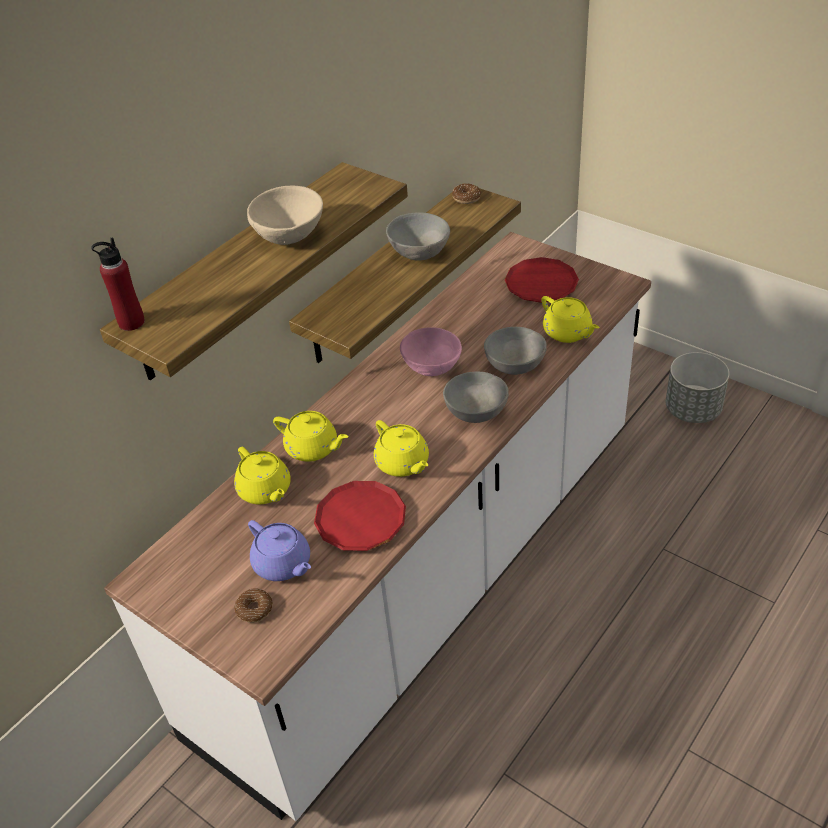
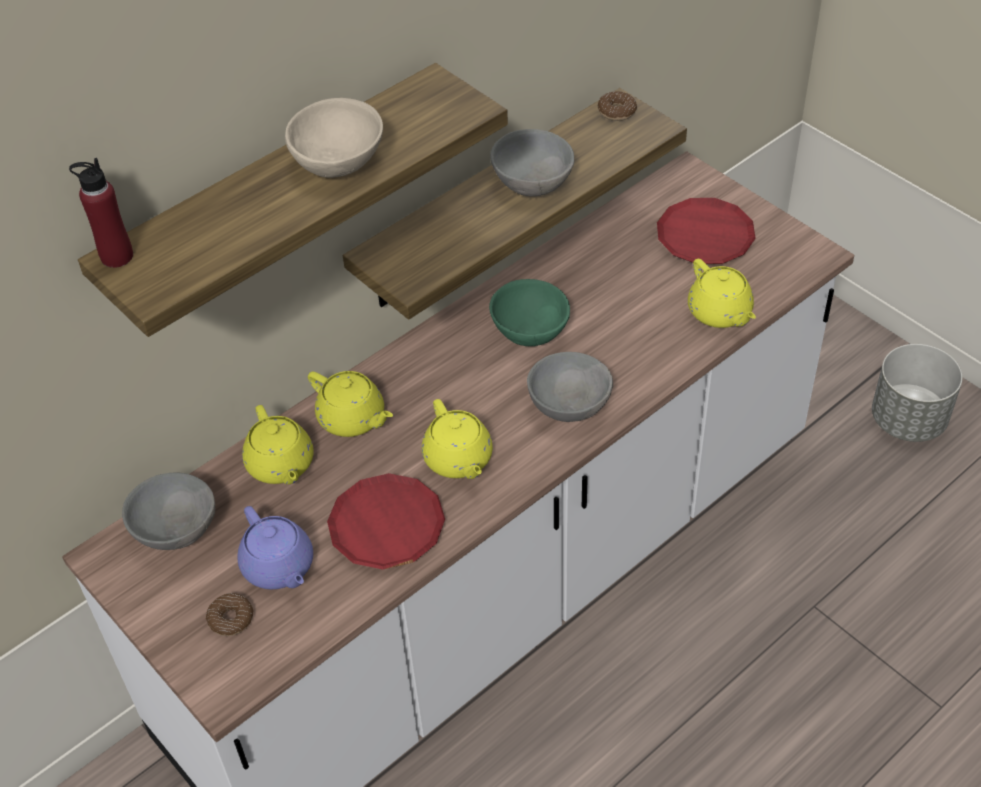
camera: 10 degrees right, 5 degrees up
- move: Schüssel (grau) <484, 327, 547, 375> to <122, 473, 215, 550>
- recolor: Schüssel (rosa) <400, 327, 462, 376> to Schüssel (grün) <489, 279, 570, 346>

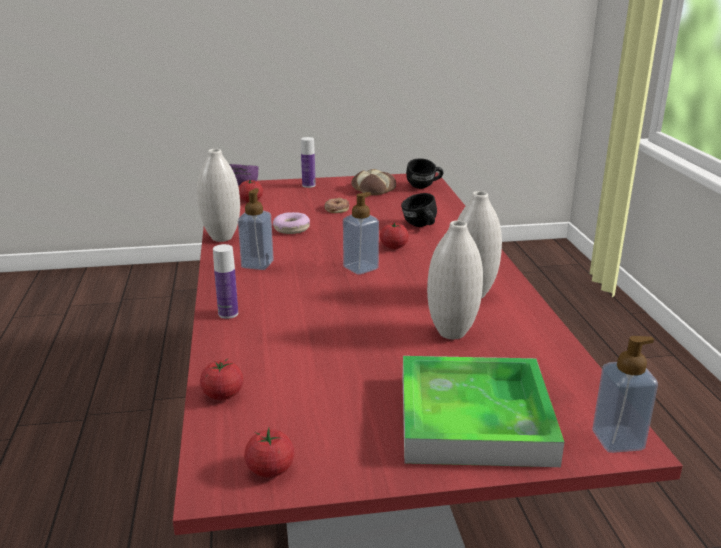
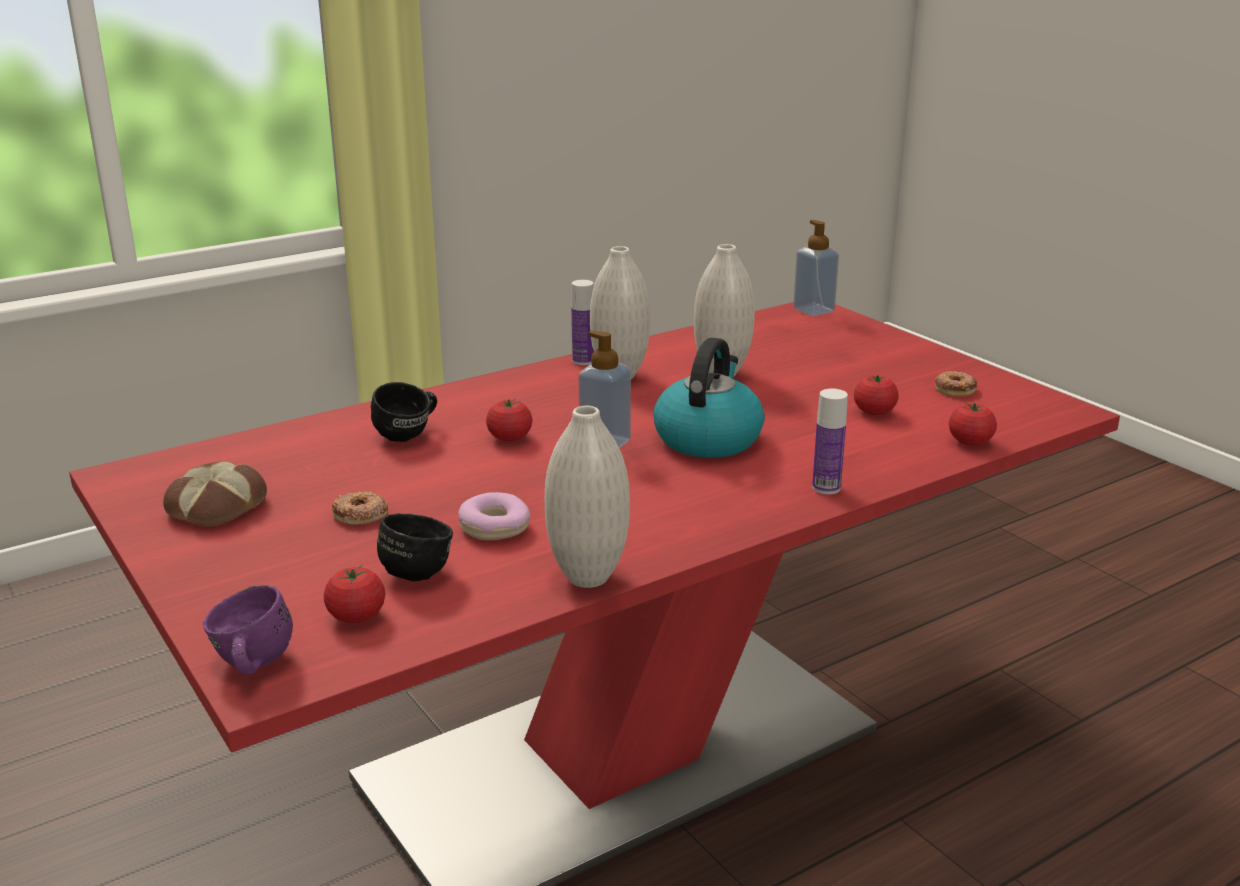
camera: 115 degrees left, 0 degrees up
- move: Henkelbecher (schwarz) <406, 158, 443, 189> to <377, 513, 453, 581>
- move: Flasche <301, 137, 316, 188> to <571, 280, 594, 365>
- insert: Wasserkessel <653, 338, 765, 458>
- move: Tomate <244, 428, 294, 477> to <854, 375, 899, 415>
- insert: Donut <935, 371, 977, 397>
- delete: Seifenspender <238, 188, 274, 270>
- delete: Tablett <403, 356, 564, 467>

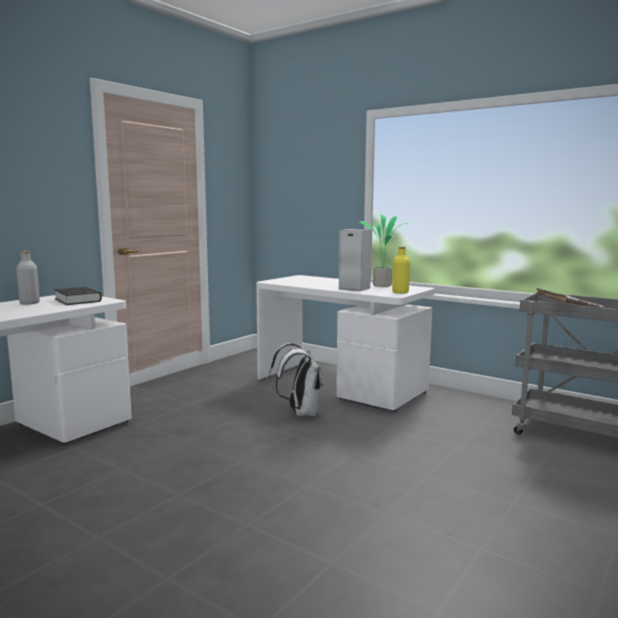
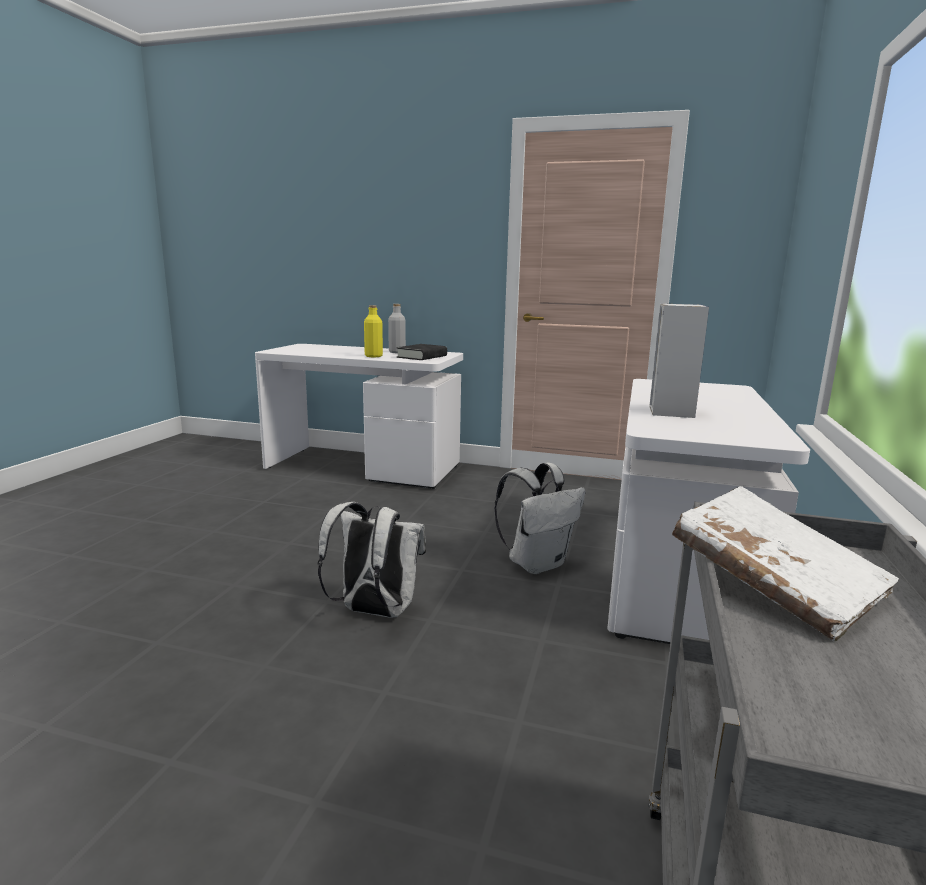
camera: 70 degrees right, 5 degrees up
- insert: Rucksack (weiß) <318, 502, 426, 618>
- move: Flasche (gelb) <392, 247, 410, 294> to <364, 305, 383, 357>
- delete: Topfpflanze <359, 214, 410, 287>

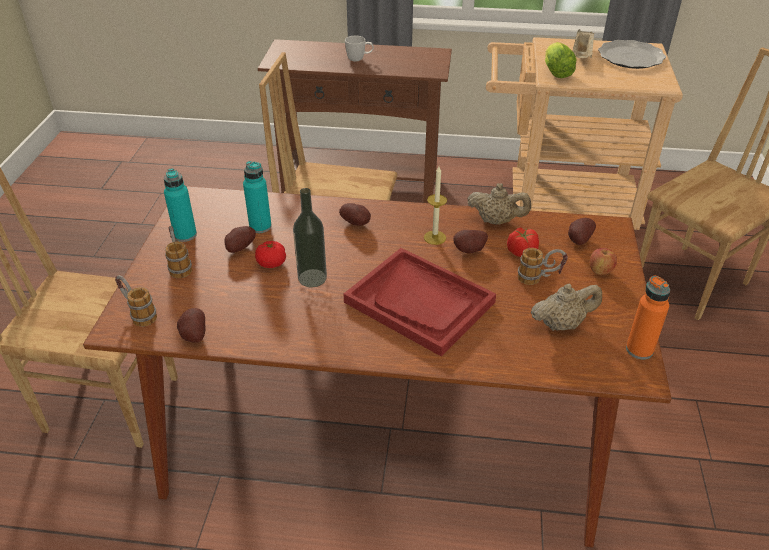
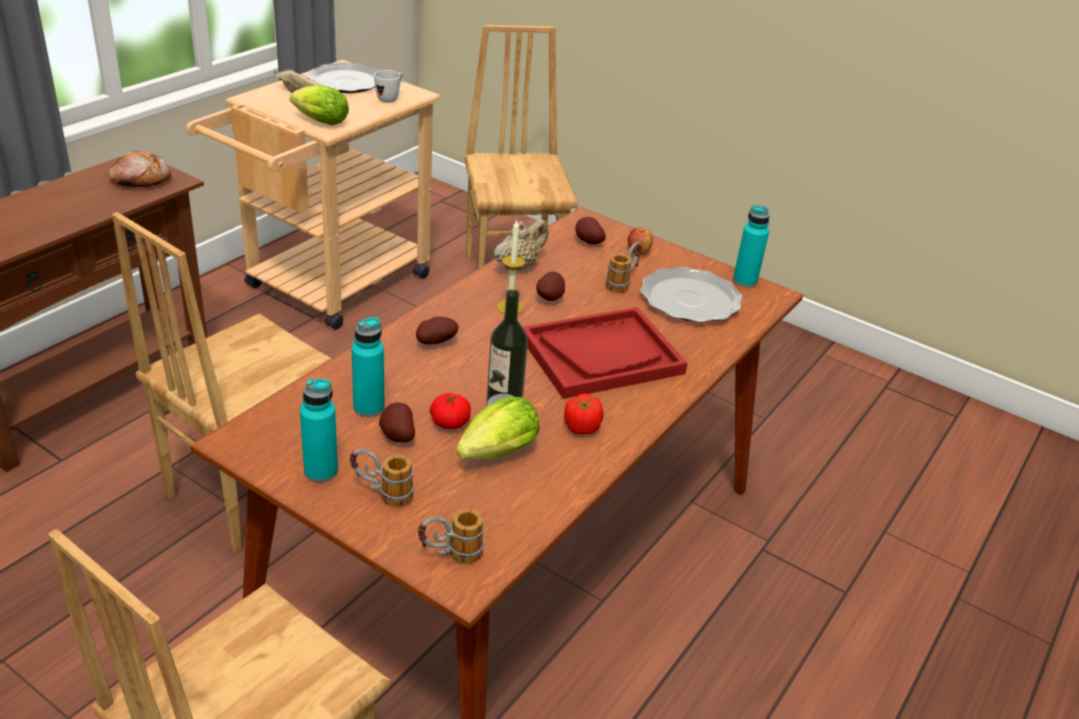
camera: 65 degrees left, 5 degrees down
- insert: Brot <108, 151, 171, 187>
- move: Henkelbecher (weiß) <345, 36, 374, 61> to <374, 70, 404, 103>
- insert: Salatkopf <456, 397, 540, 460>
- move: Tomate <507, 227, 539, 257> to <564, 394, 604, 435>
- replace: Teekanne (beige) <531, 284, 602, 331> to Teller <640, 267, 743, 323>
- recolor: Flasche (orange) <626, 276, 670, 359> to Flasche (türkis) <733, 206, 769, 287>
- delete: Kartoffel <177, 308, 205, 343>

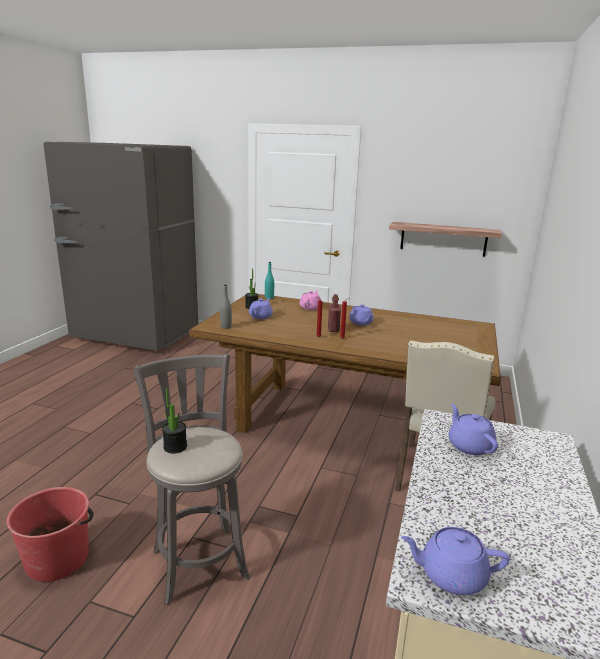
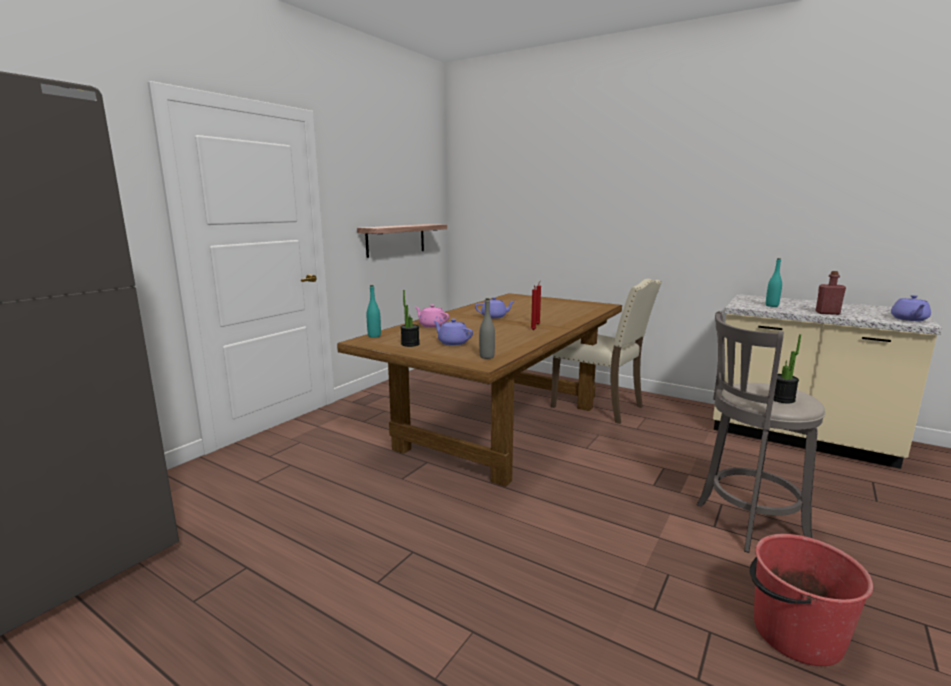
camera: 75 degrees left, 5 degrees down
- replace: Teekanne (lila) <448, 404, 498, 455> to Flasche (türkis) <766, 258, 782, 307>
- move: Flasche (rot) <328, 294, 341, 332> to <815, 271, 846, 315>

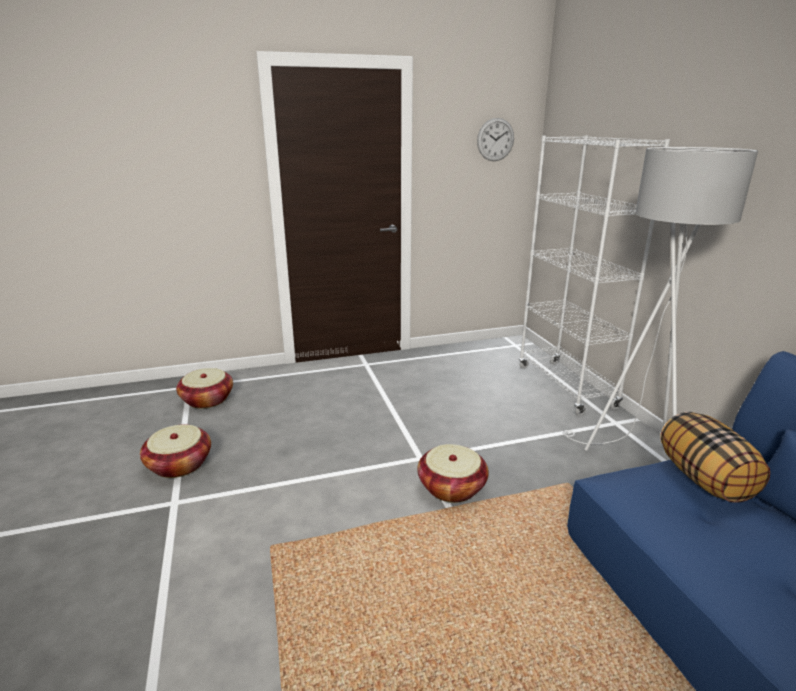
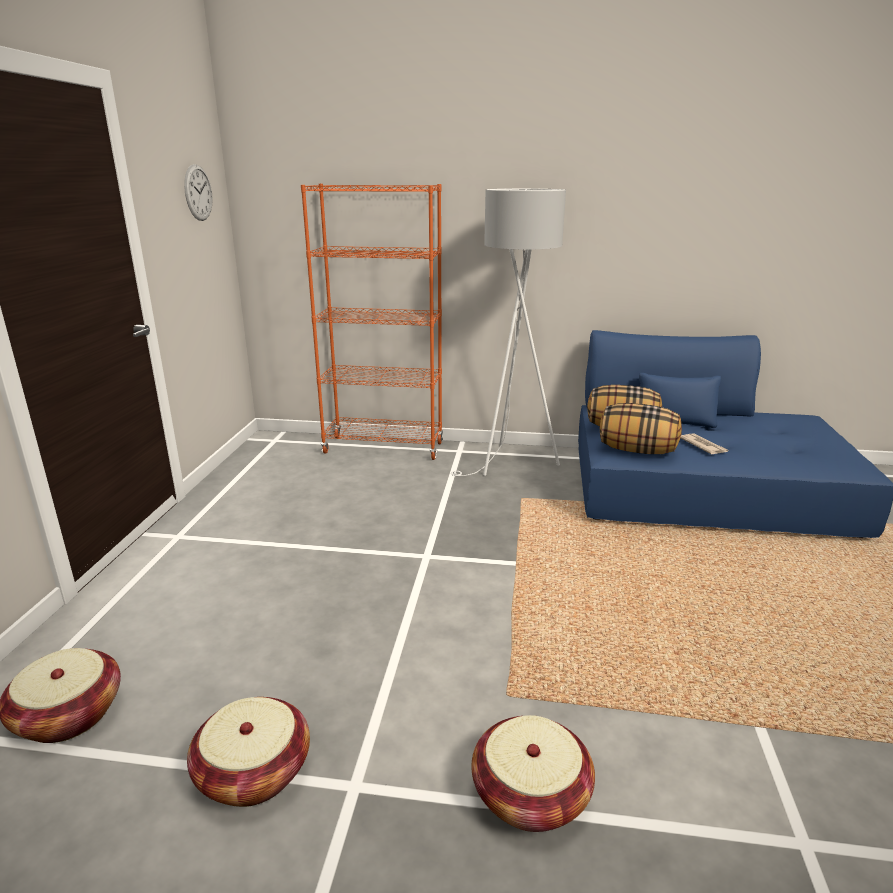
camera: 65 degrees left, 0 degrees up
- recolor: Bücherregal (weiß) <519, 135, 670, 416> to Bücherregal (orange) <301, 184, 443, 460>
- move: Korb <417, 444, 489, 503> to <471, 715, 595, 832>
- insert: Kissen <600, 403, 682, 454>
- insert: Zeitung <680, 433, 728, 454>

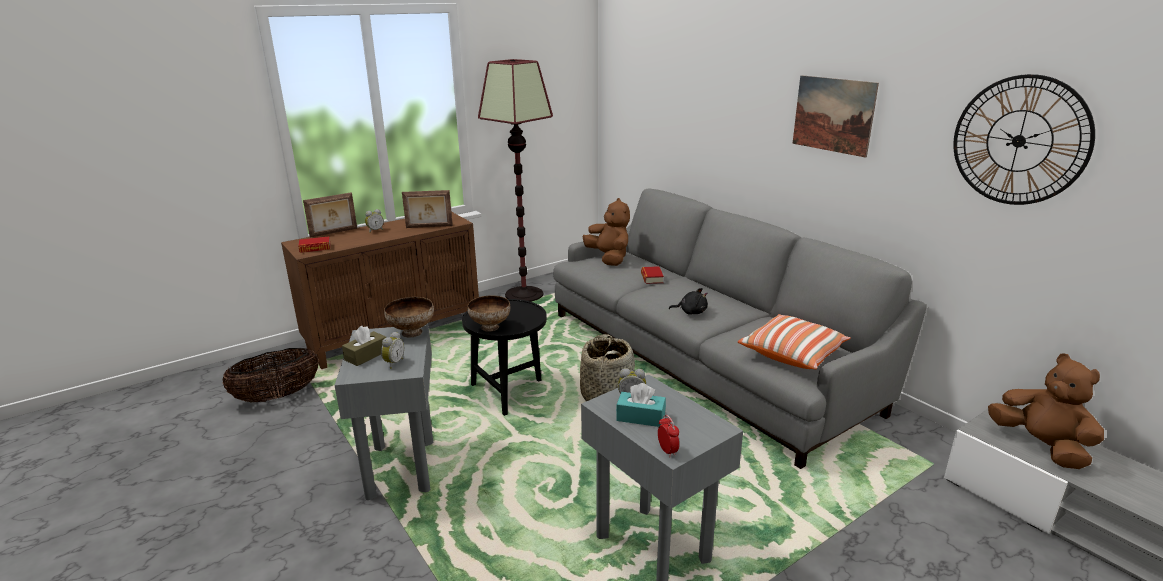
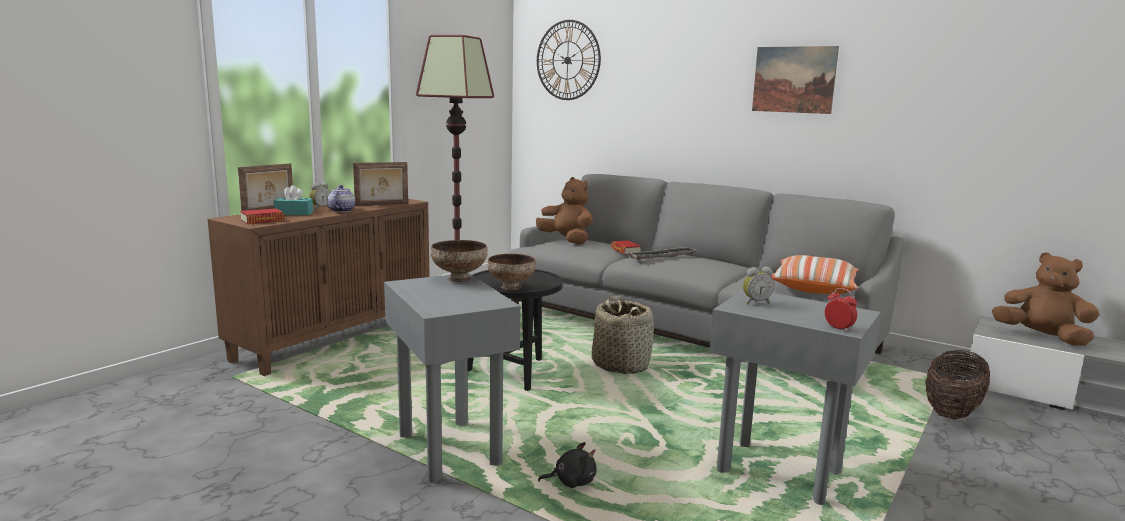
camera: 20 degrees left, 10 degrees down
- move: Taschentuchbox (türkis) <616, 383, 666, 427> to <274, 185, 313, 215>
- insert: Teekanne <327, 185, 355, 212>
- move: Wanduhr <953, 74, 1095, 205> to <537, 20, 601, 100>
- move: Plüschtier (schwarz) <669, 288, 708, 314> to <538, 442, 597, 488>
- insert: Tablett <629, 247, 696, 260>
- move: Korb <223, 348, 319, 402> to <925, 350, 990, 420>
- delete: Taschentuchbox (braun) <342, 326, 386, 366>
- delete: Wecker <381, 331, 404, 369>

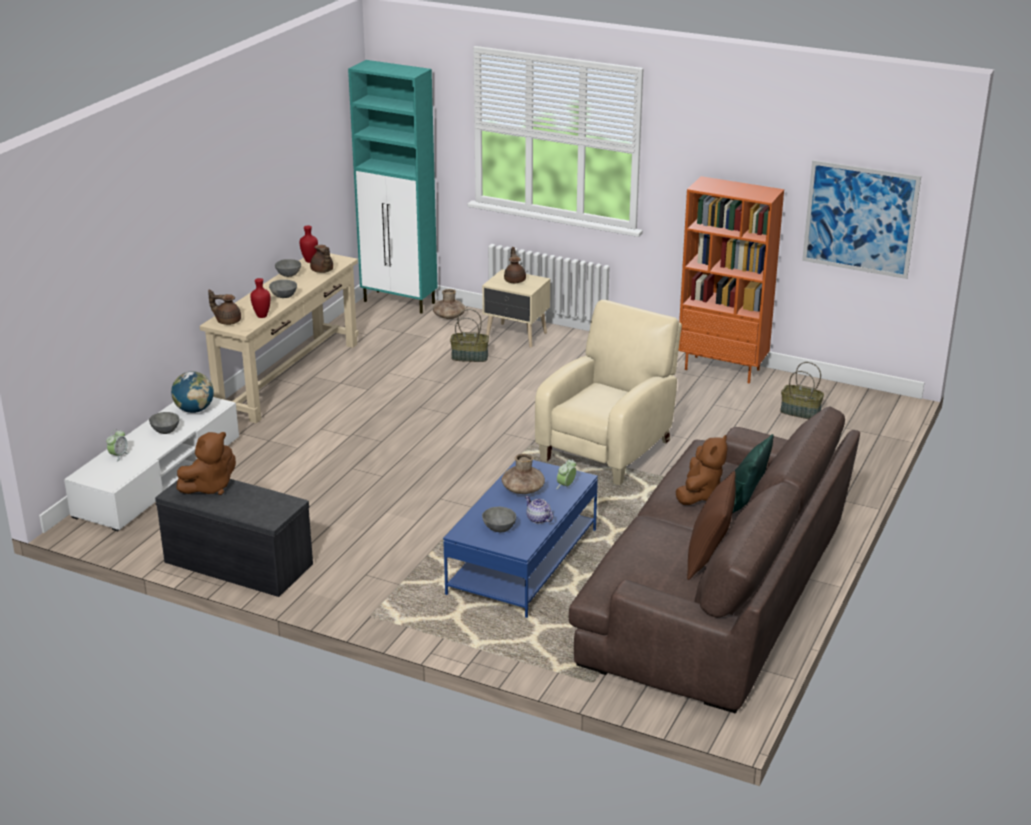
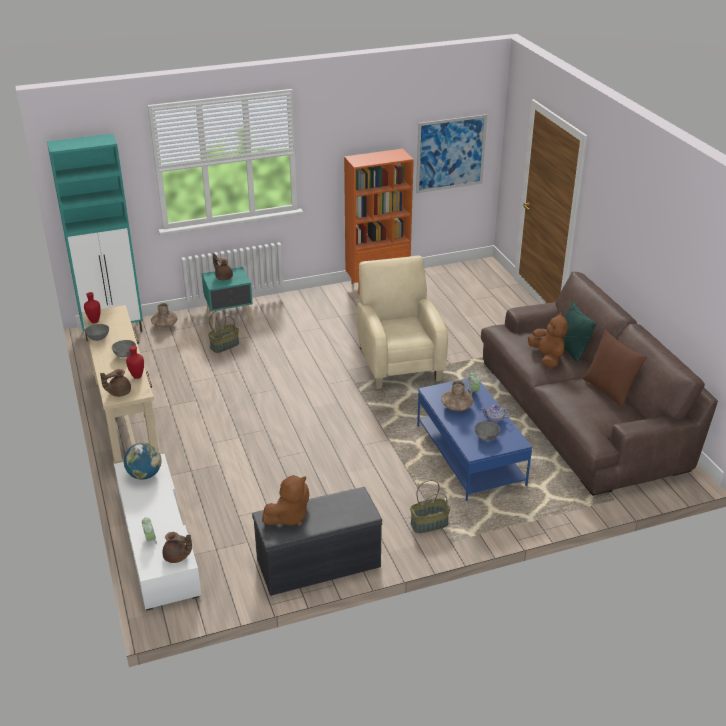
camera: 45 degrees left, 5 degrees up
- move: Teekanne (braun) <310, 245, 333, 273> to <163, 532, 192, 563>
- recolor: Nachttisch (beige) <482, 269, 550, 348> to Nachttisch (türkis) <202, 267, 253, 329>
- rotate: Plüschtier (braun) <176, 432, 236, 495> = <262, 475, 309, 526> 45 degrees clockwise
- move: Korb <780, 362, 824, 419> to <410, 480, 450, 533>
- delete: Schüssel (grau) <149, 412, 179, 434>

